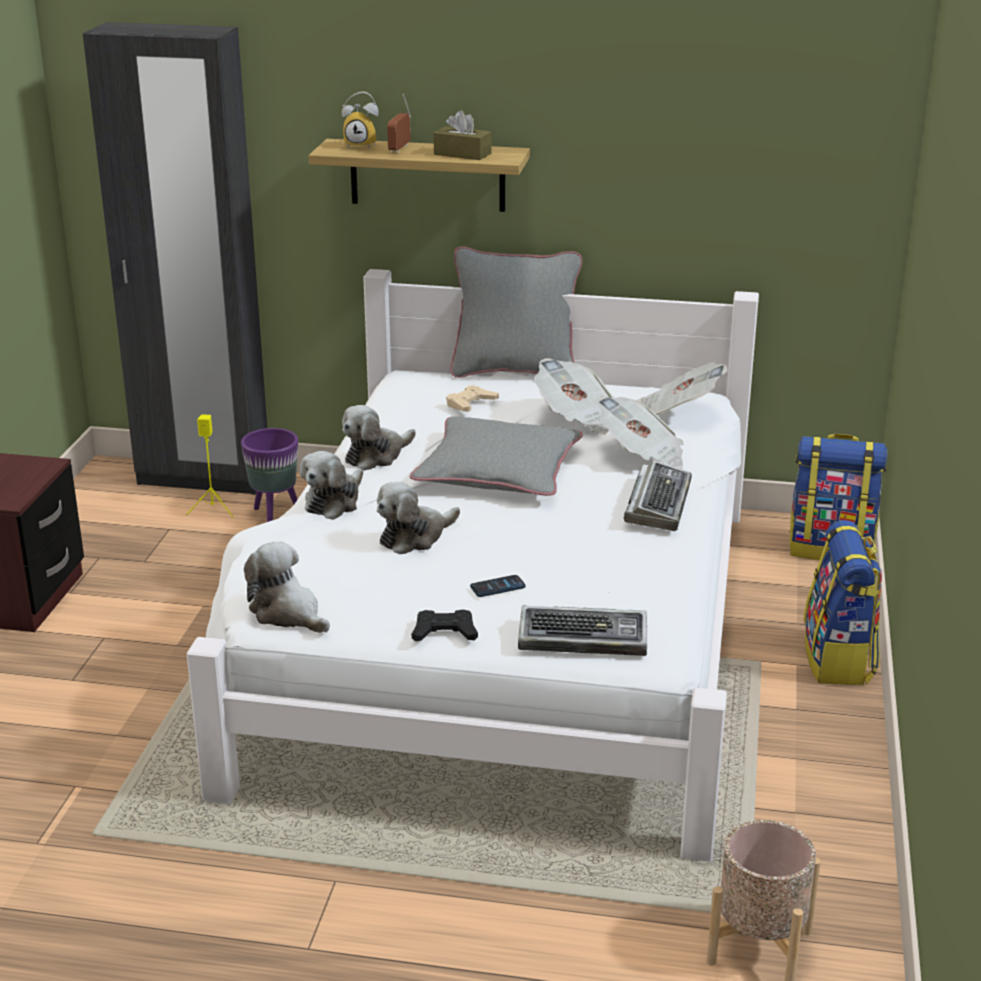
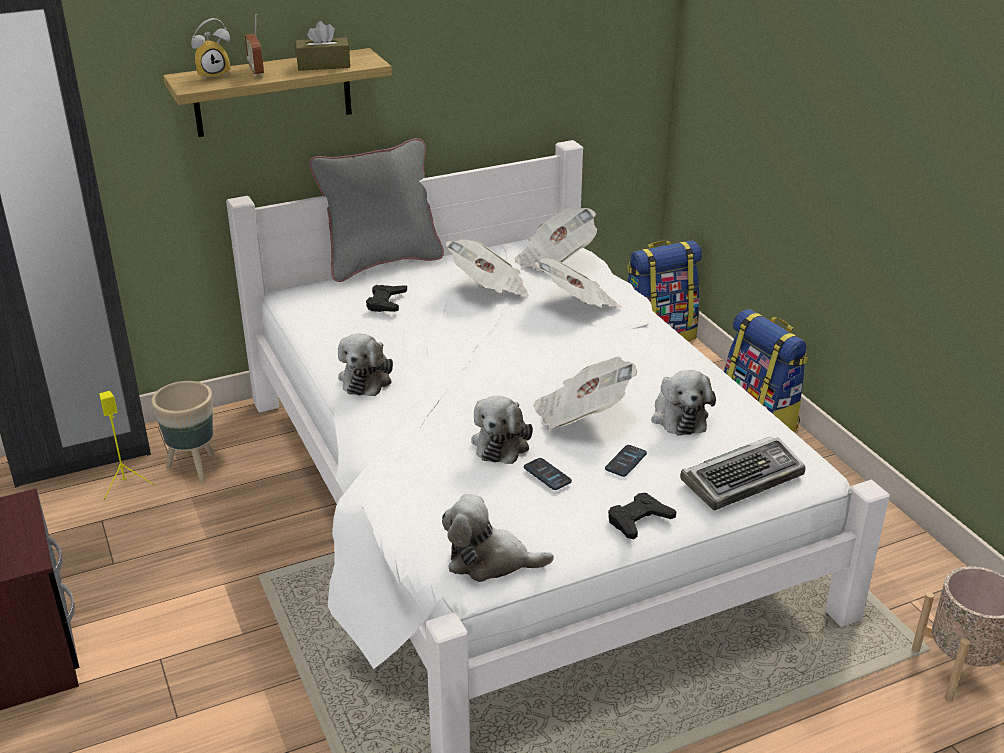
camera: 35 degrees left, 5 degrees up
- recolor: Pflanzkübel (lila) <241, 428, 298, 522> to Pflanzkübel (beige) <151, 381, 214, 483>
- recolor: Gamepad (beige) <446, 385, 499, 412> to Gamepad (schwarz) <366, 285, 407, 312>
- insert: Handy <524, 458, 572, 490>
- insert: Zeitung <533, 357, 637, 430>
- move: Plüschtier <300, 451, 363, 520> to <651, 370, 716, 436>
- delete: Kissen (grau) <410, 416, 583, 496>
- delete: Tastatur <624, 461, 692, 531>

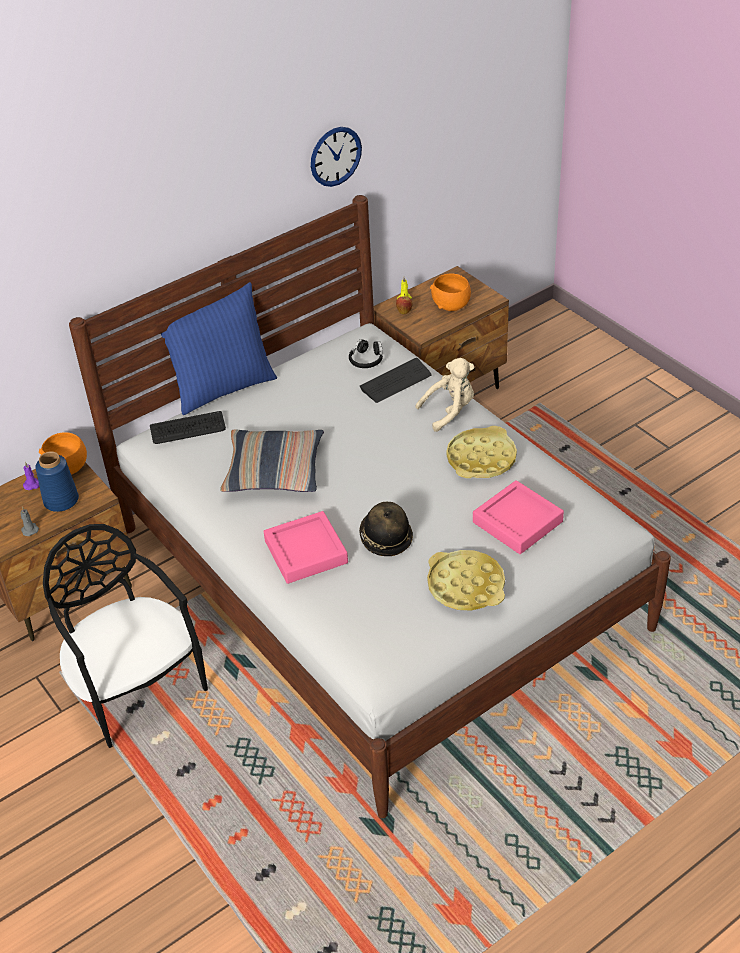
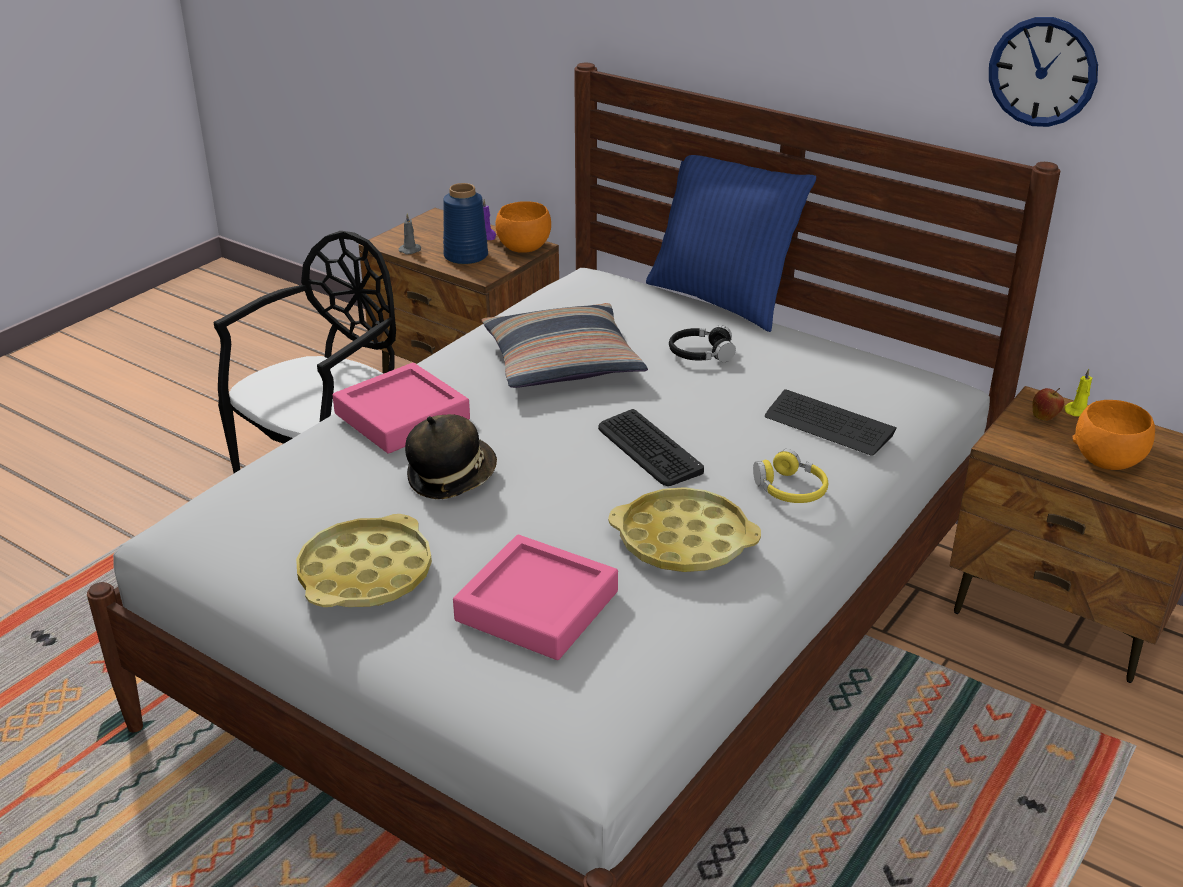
camera: 70 degrees right, 10 degrees down
- move: Tastatur <150, 411, 226, 444> to <598, 409, 704, 486>
- move: Kopfhörer (schwarz) <349, 339, 383, 368> to <669, 325, 736, 362>
- replace: Plüschtier (beige) <415, 358, 474, 432> to Kopfhörer (gelb) <753, 449, 828, 503>

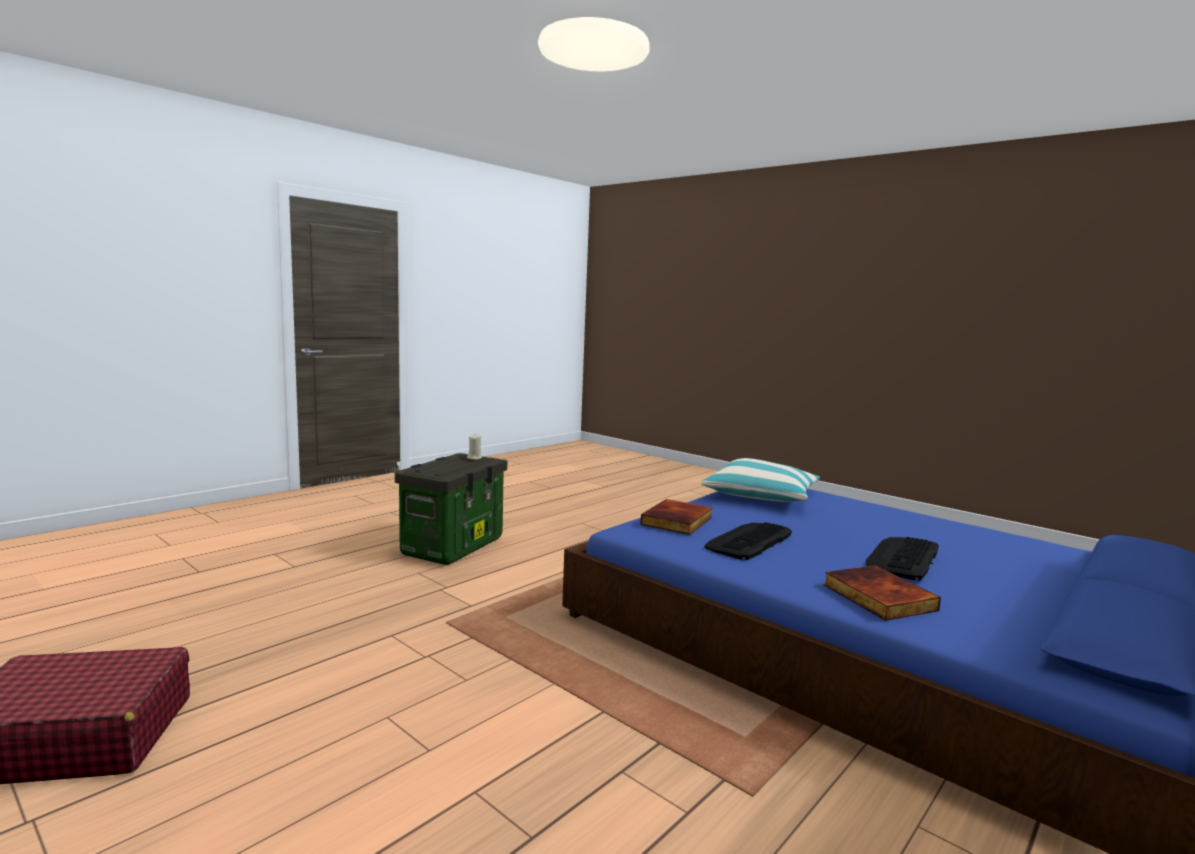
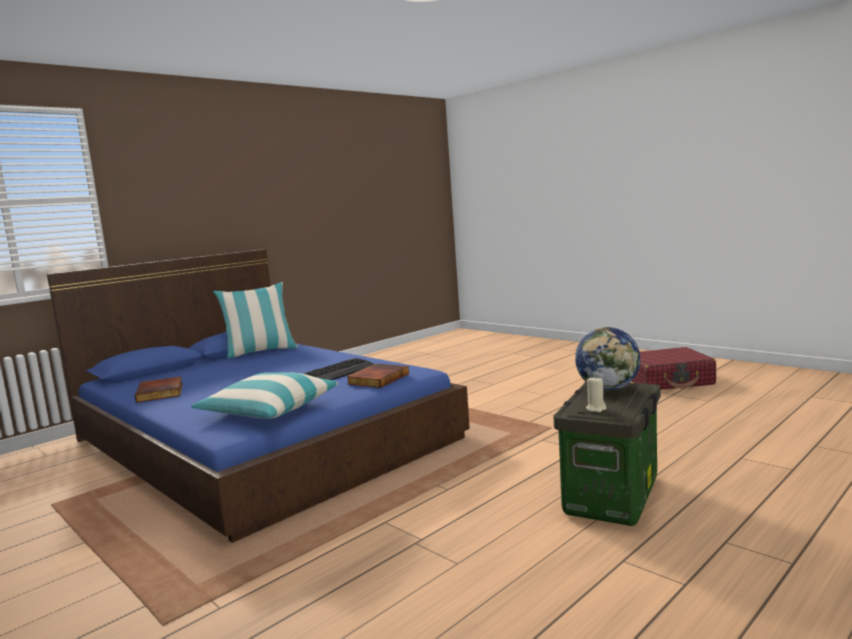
camera: 175 degrees left, 0 degrees up
- move: Buch <824, 565, 941, 621> to <135, 376, 183, 403>
- insert: Kissen <213, 282, 298, 358>
- insert: Globus <575, 327, 641, 390>
- delete: Tastatur <866, 537, 939, 581>

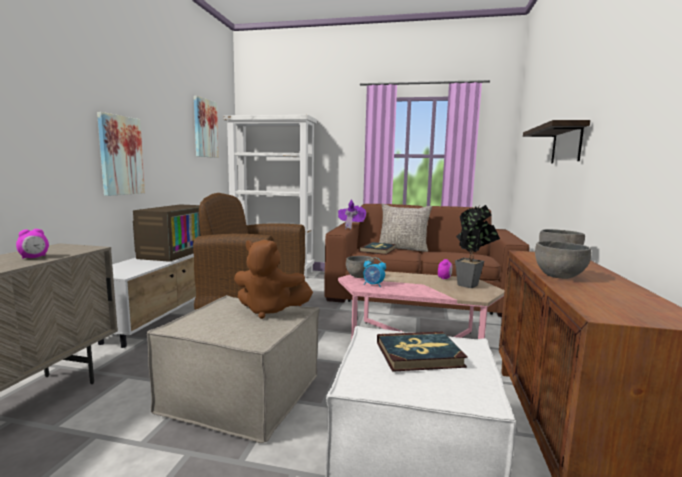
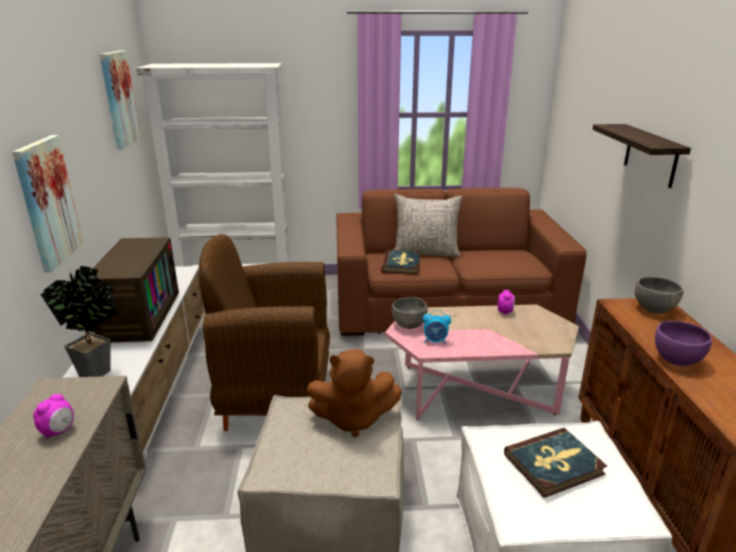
camera: 15 degrees left, 15 degrees up
- move: Topfpflanze <455, 205, 500, 288> to <40, 266, 119, 377>
- recolor: Schüssel (grau) <535, 241, 591, 279> to Schüssel (lila) <655, 321, 712, 366>
- delete: Hut (lila) <338, 200, 366, 230>

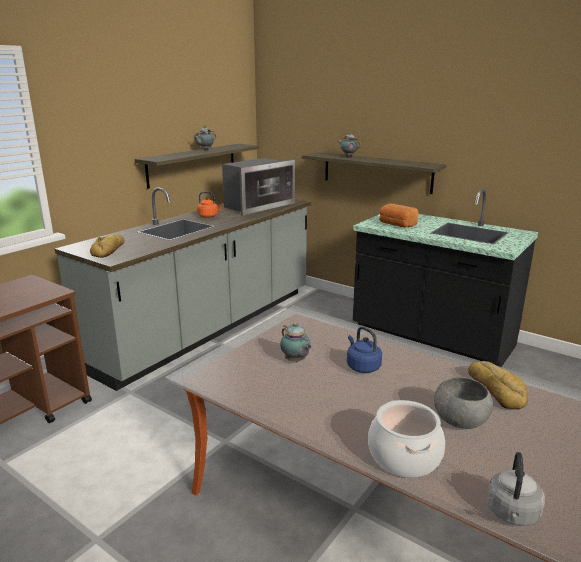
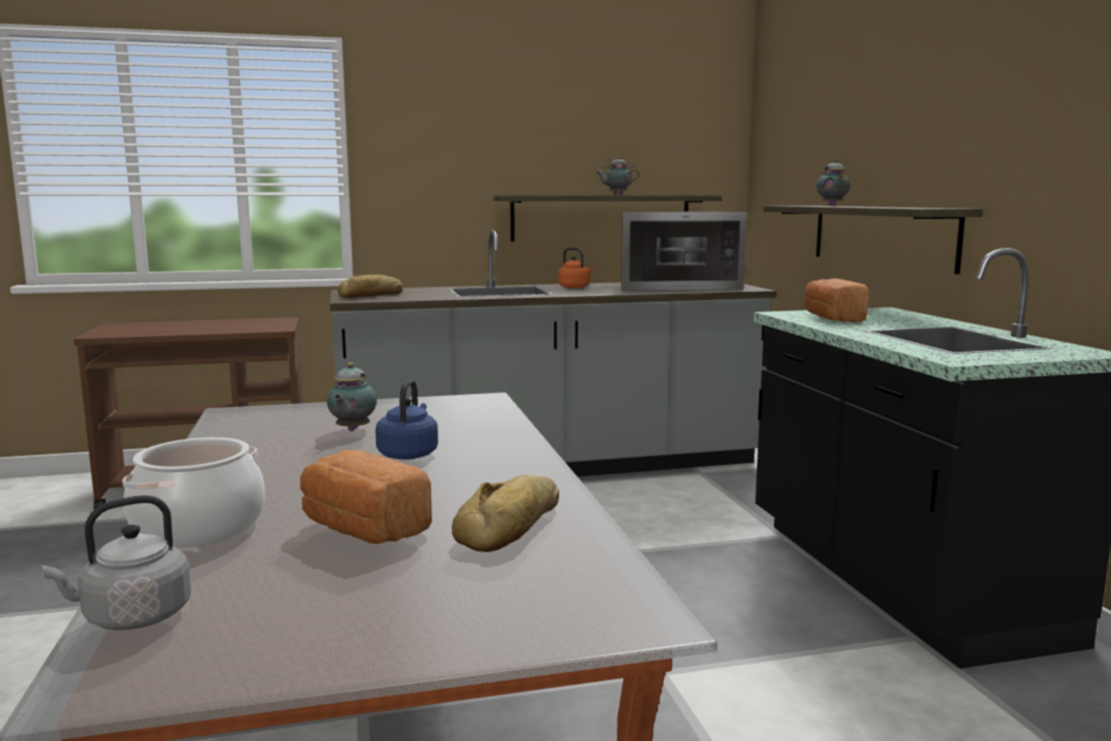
camera: 40 degrees right, 10 degrees down
- replace: Schüssel (grau) <434, 377, 493, 429> to Brot <300, 450, 432, 544>

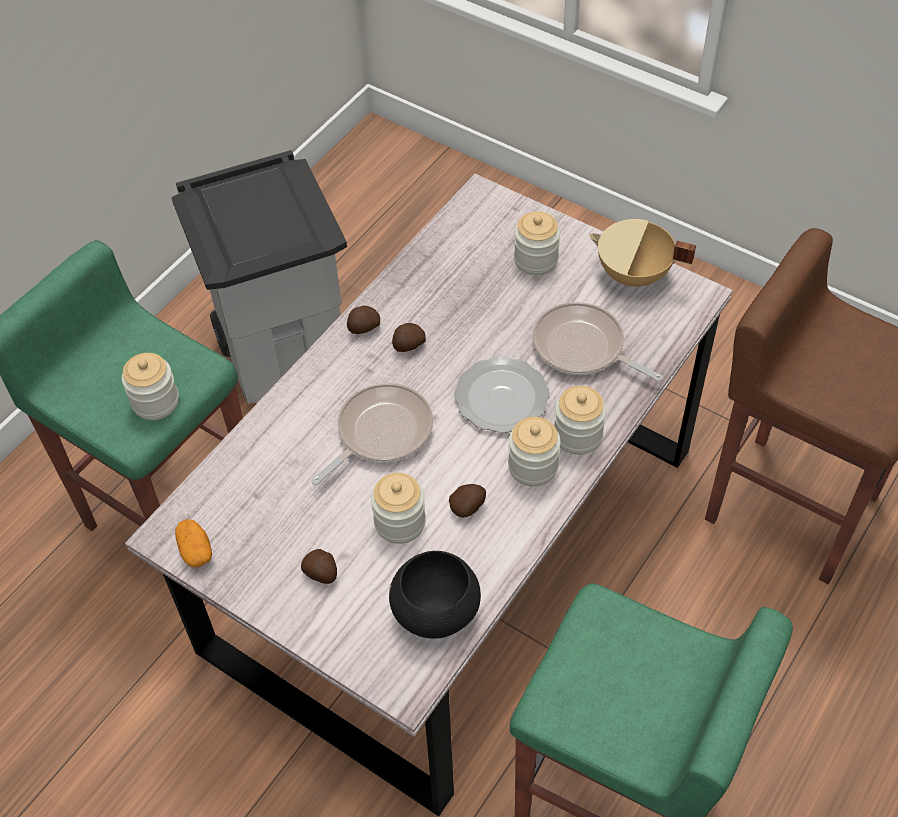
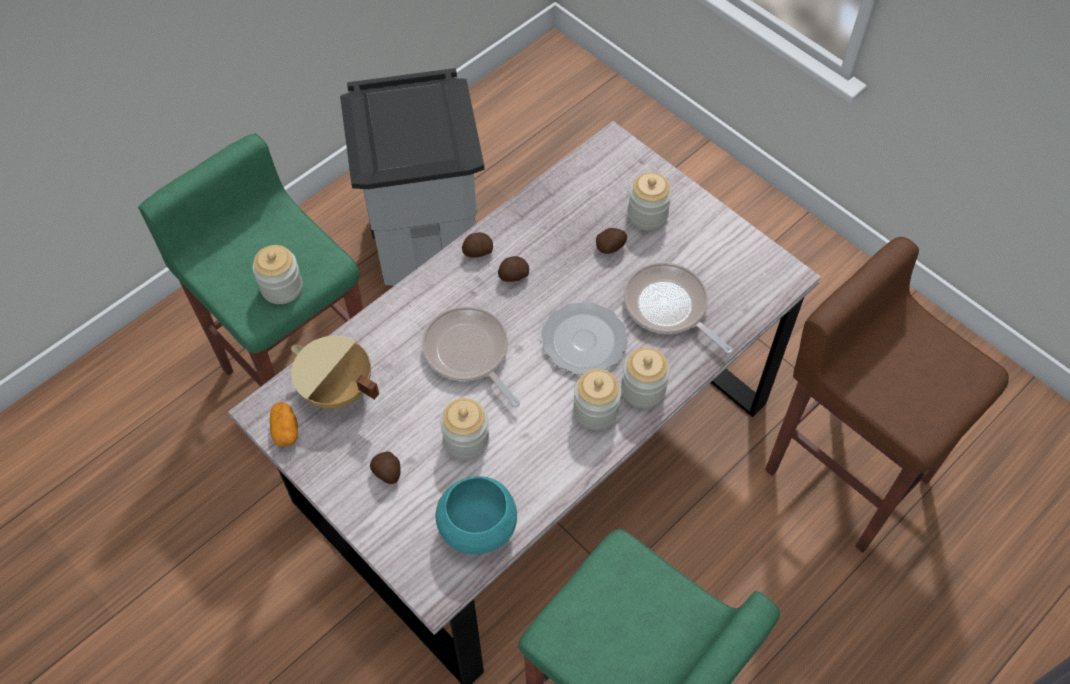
camera: 10 degrees right, 5 degrees up
- move: Kochtopf (beige) <589, 219, 696, 288> to <291, 336, 379, 409>
- rotate: Pfanne <311, 383, 433, 485> = <422, 306, 520, 407> 90 degrees counterclockwise
- recolor: Schüssel (schwarz) <389, 551, 481, 639> to Schüssel (türkis) <436, 476, 517, 554>
- move: Kartoffel <449, 484, 486, 517> to <596, 228, 627, 254>

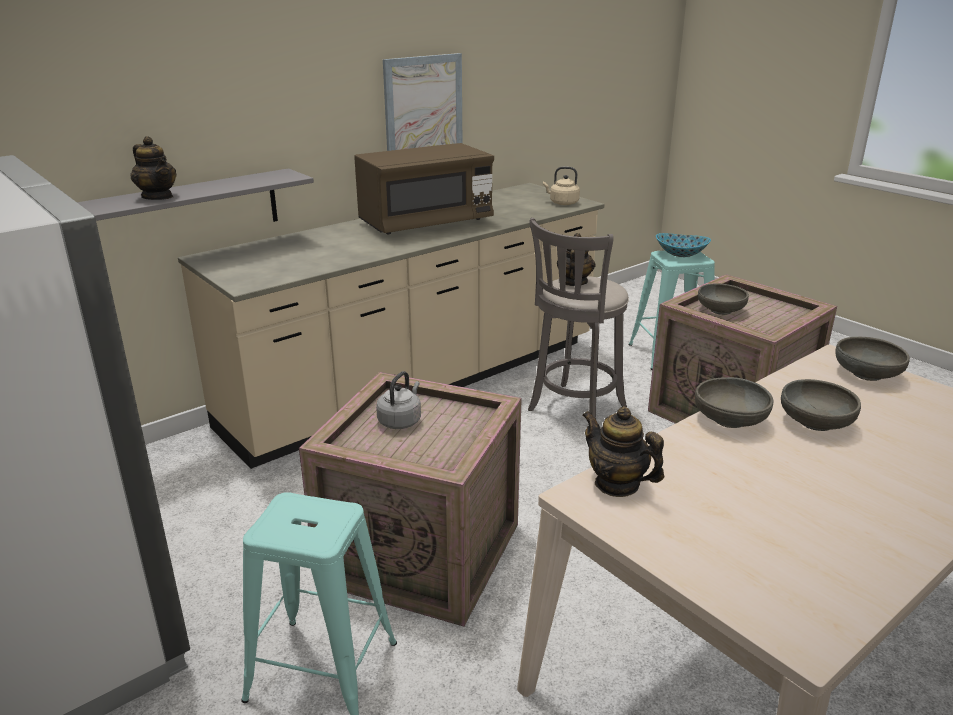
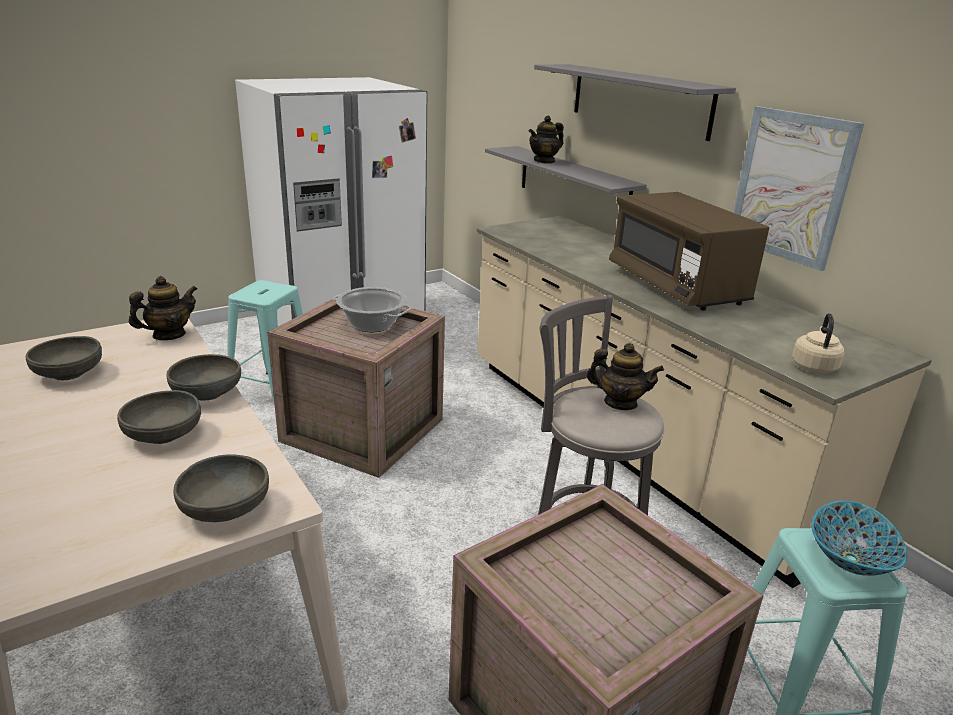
camera: 95 degrees right, 0 degrees up
- move: Schüssel (grau) <698, 284, 749, 315> to <26, 336, 102, 380>
- replace: Wasserkessel (grau) <376, 371, 421, 429> to Kochtopf <333, 287, 412, 332>
- insert: Wandregal (grau) <534, 64, 736, 141>

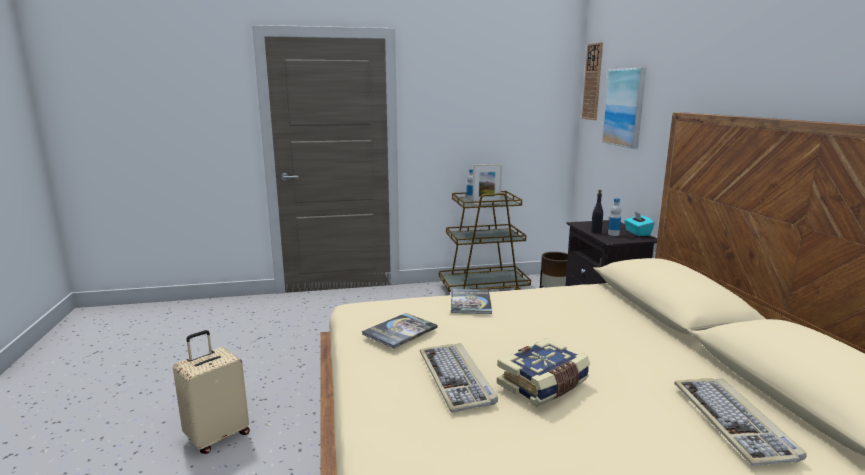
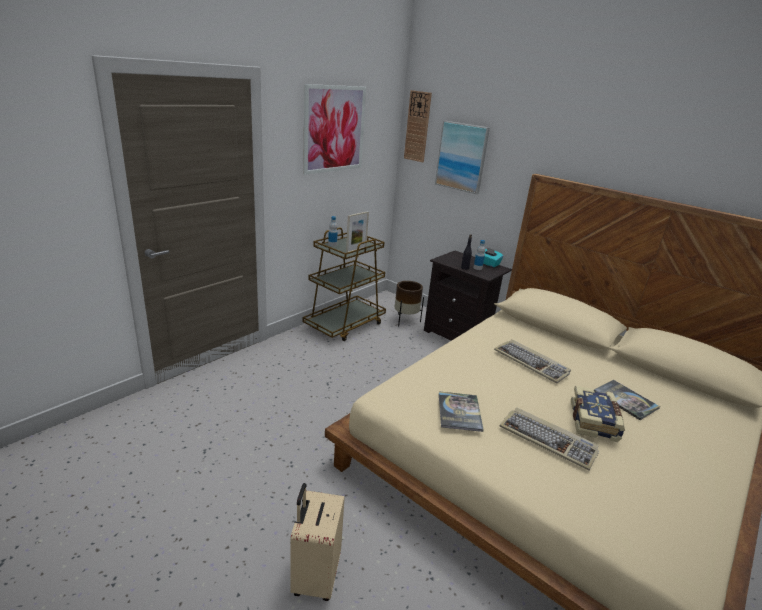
camera: 40 degrees left, 10 degrees up
- insert: Bild <303, 84, 366, 175>
- move: Tastatur <674, 378, 807, 466> to <494, 340, 571, 384>
- move: Buch <451, 289, 492, 314> to <594, 380, 660, 420>

